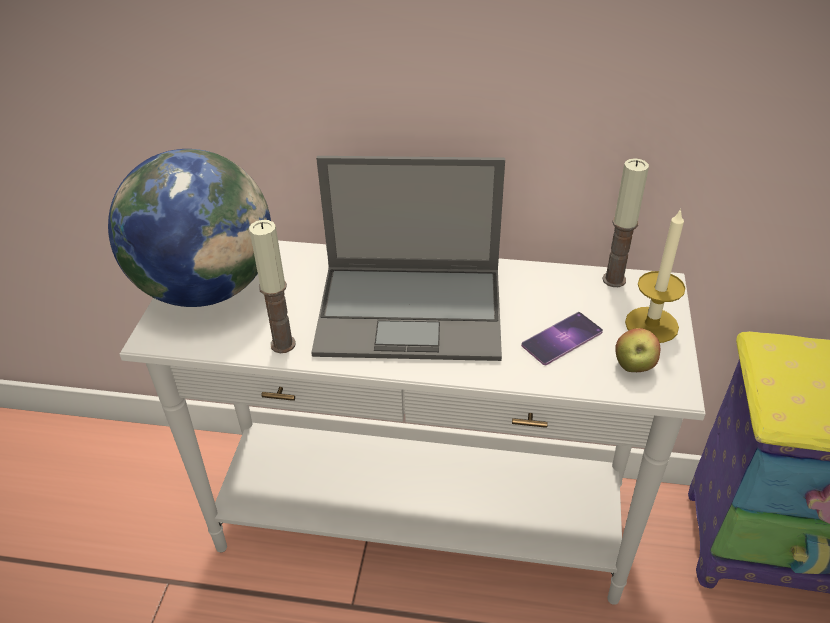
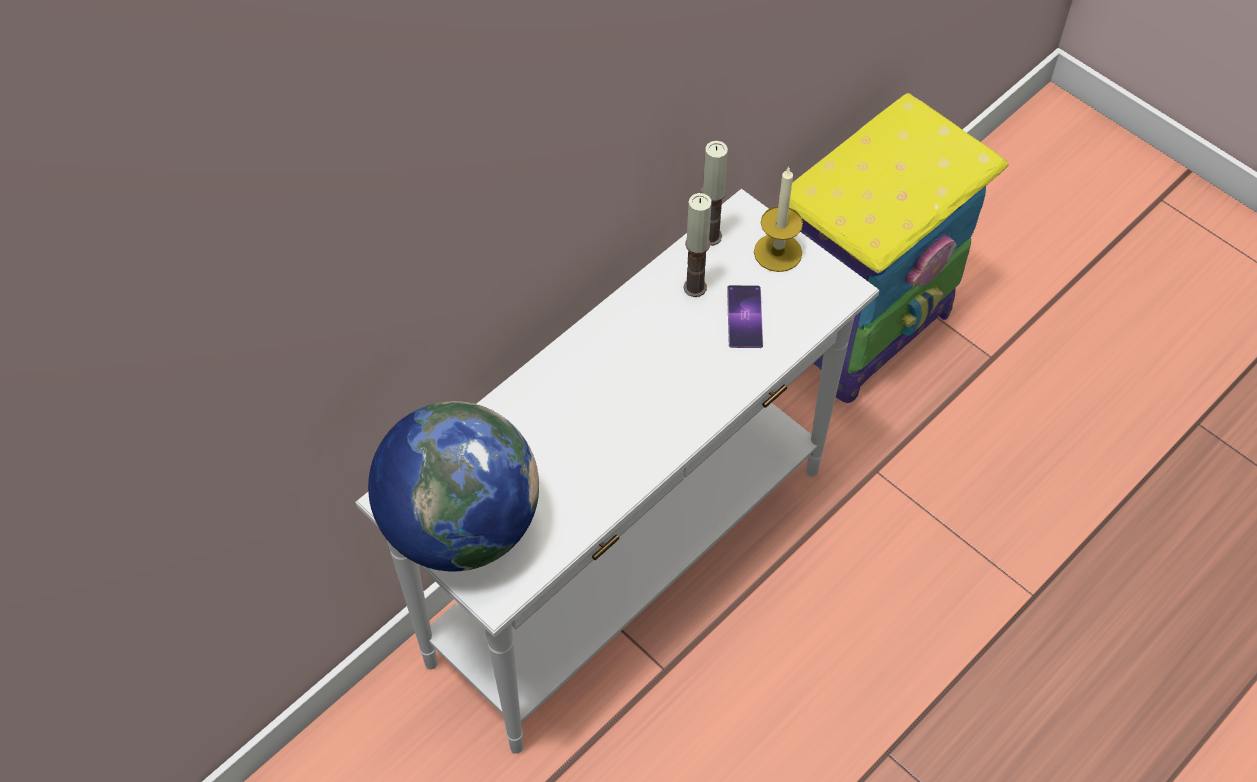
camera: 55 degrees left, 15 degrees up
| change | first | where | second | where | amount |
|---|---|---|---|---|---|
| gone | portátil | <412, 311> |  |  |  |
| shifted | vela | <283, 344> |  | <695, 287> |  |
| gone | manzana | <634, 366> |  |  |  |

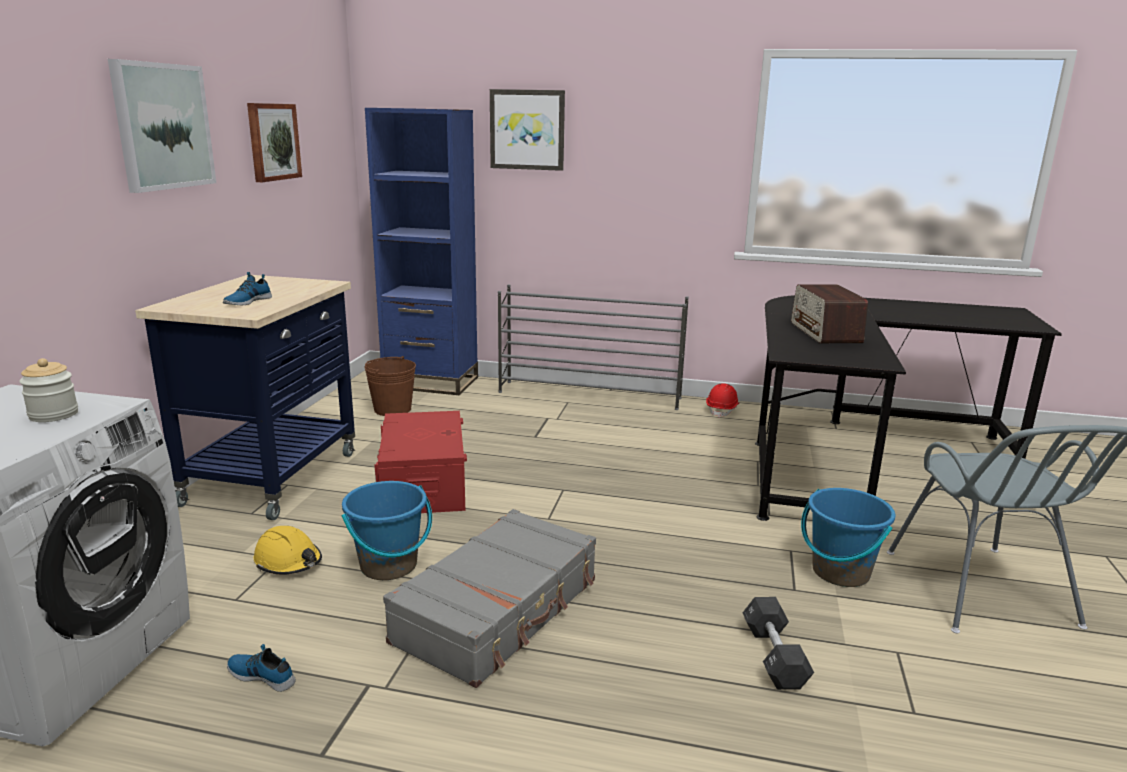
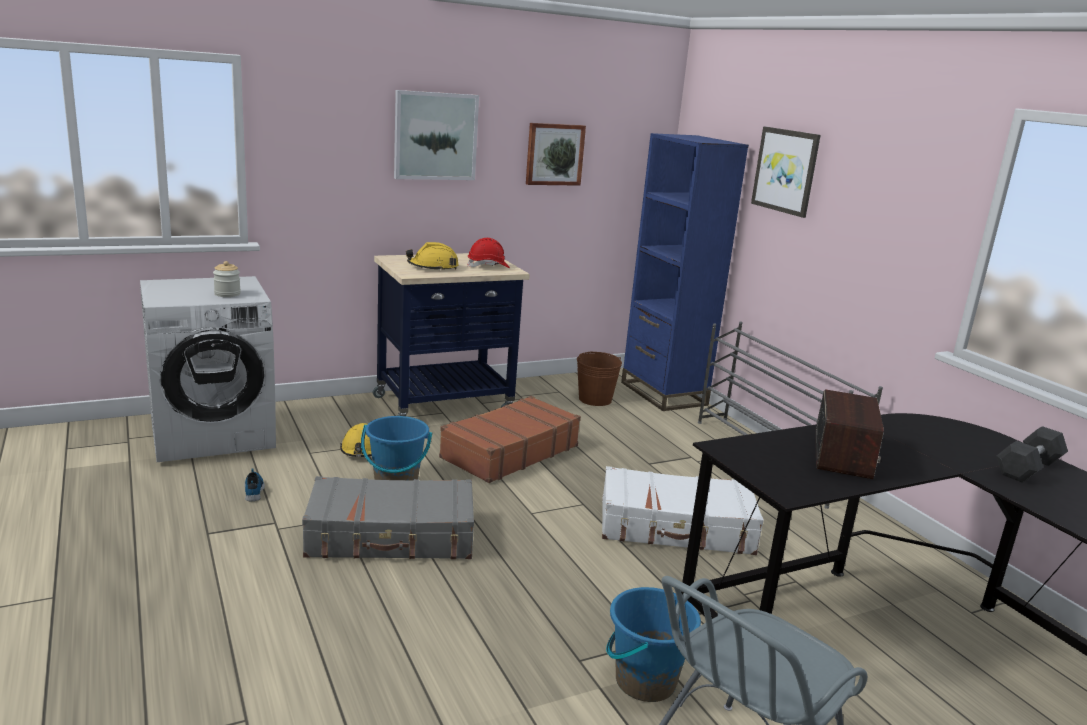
camera: 50 degrees right, 0 degrees up
| change | first | where | second | where | amount |
|---|---|---|---|---|---|
| swapped | zapato | <247, 301> | casco [amarillo] | <433, 267> |  |
| rotated | radio | <825, 333> |  | <842, 454> | 150 degrees clockwise |
| shifted | casco [rojo] | <722, 410> |  | <488, 266> |  |
| swapped | caja de almacenaje [rojo] | <424, 484> | maleta [marrón] | <509, 452> |  |
| shifted | mancuerna [negro] | <774, 656> |  | <1028, 468> |  |
| new |  |  | maleta [blanco] | <676, 527> |  |

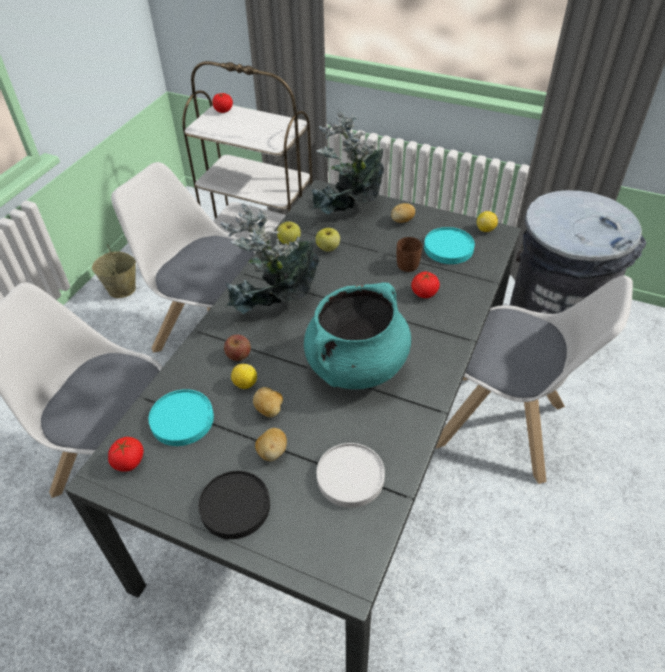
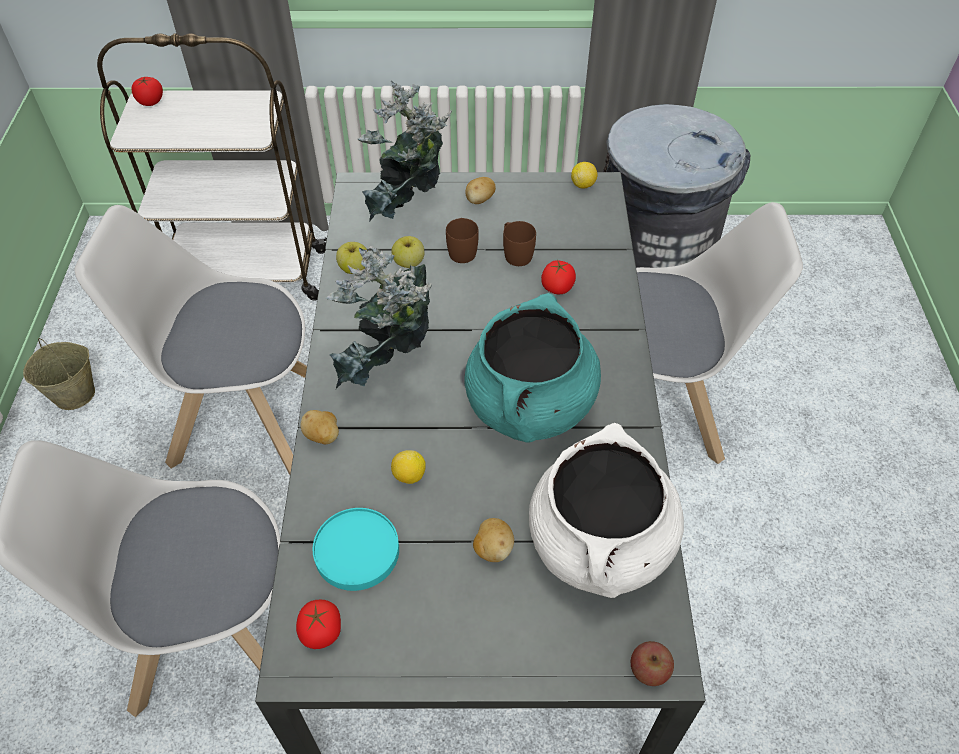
camera: 25 degrees left, 5 degrees up
| change | first | where | second | where | amount |
|---|---|---|---|---|---|
| gone | plato [turquesa] | <448, 248> |  |  |  |
| shifted | manzana | <238, 355> |  | <649, 670> |  |
| shifted | patata | <269, 410> |  | <323, 436> |  |
| swapped | plato [blanco] | <350, 477> | olla [blanco] | <599, 543> |  |
| gone | plato [negro] | <235, 506> |  |  |  |
| new |  |  | taza grande [marrón] | <462, 250> |  |

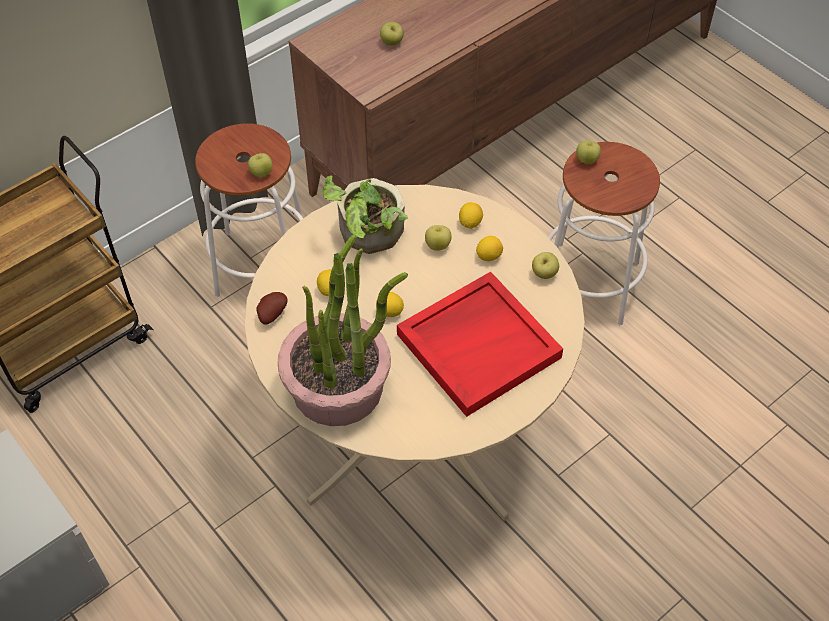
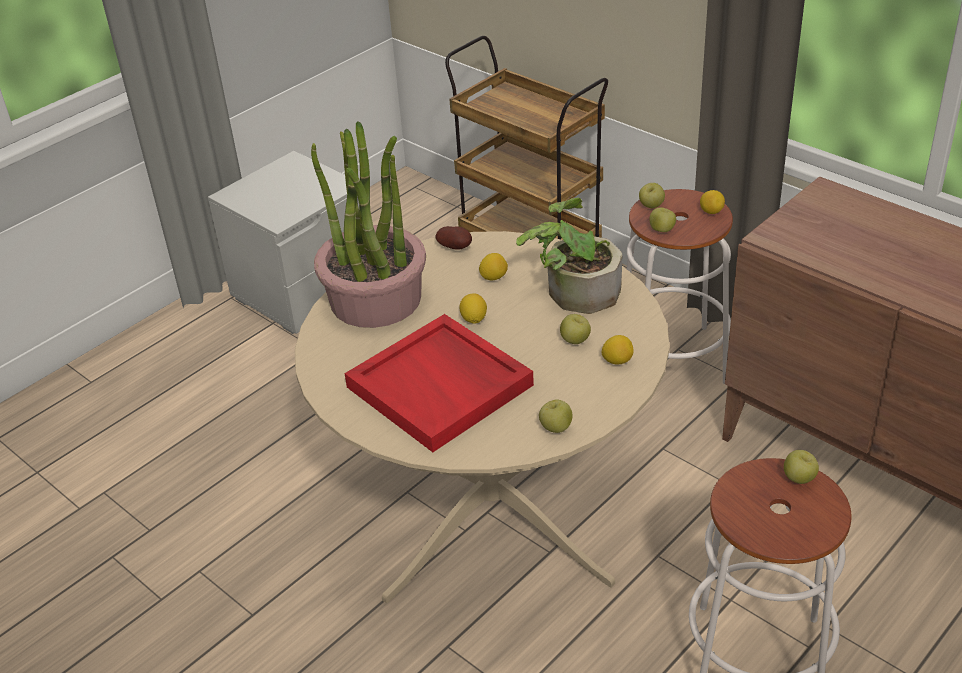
camera: 85 degrees right, 15 degrees down
| change | first | where | second | where | amount |
|---|---|---|---|---|---|
| shifted | manzana | <392, 43> |  | <651, 206> |  |
| shifted | limón | <488, 256> |  | <711, 212> |  |

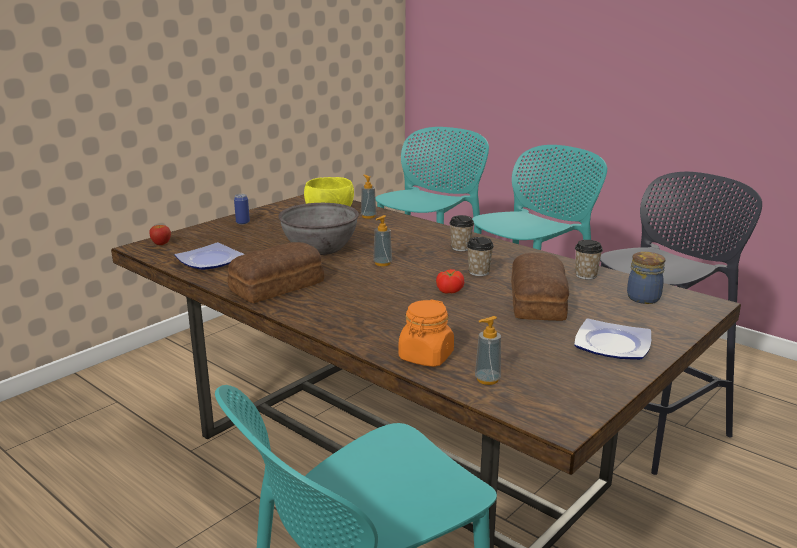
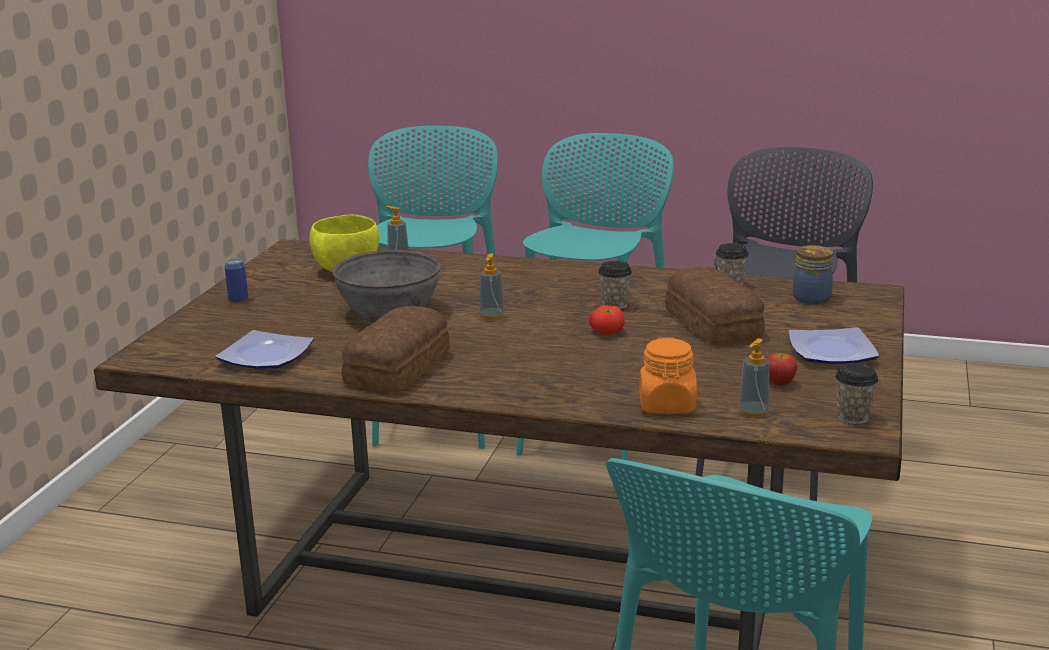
camera: 25 degrees left, 0 degrees up
| change | first | where | second | where | amount |
|---|---|---|---|---|---|
| shifted | taza | <460, 248> |  | <853, 417> |  |
| shifted | manzana | <161, 244> |  | <779, 383> |  |

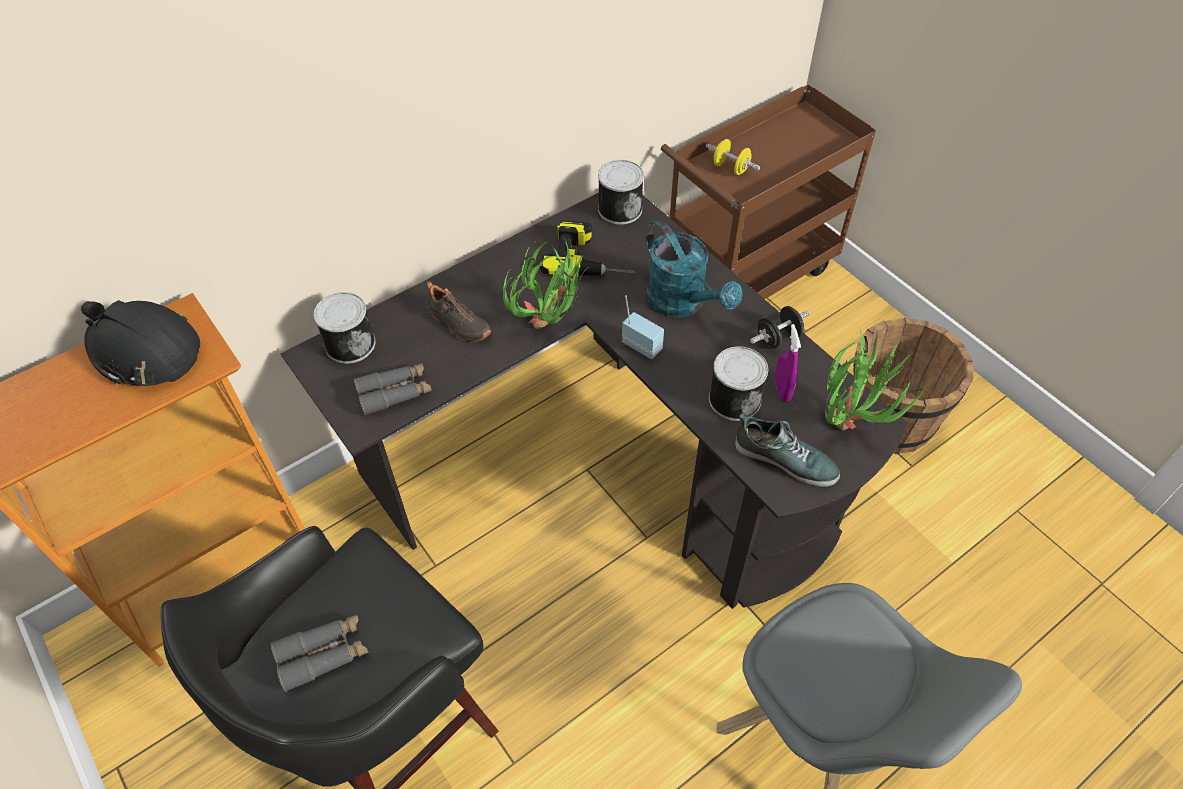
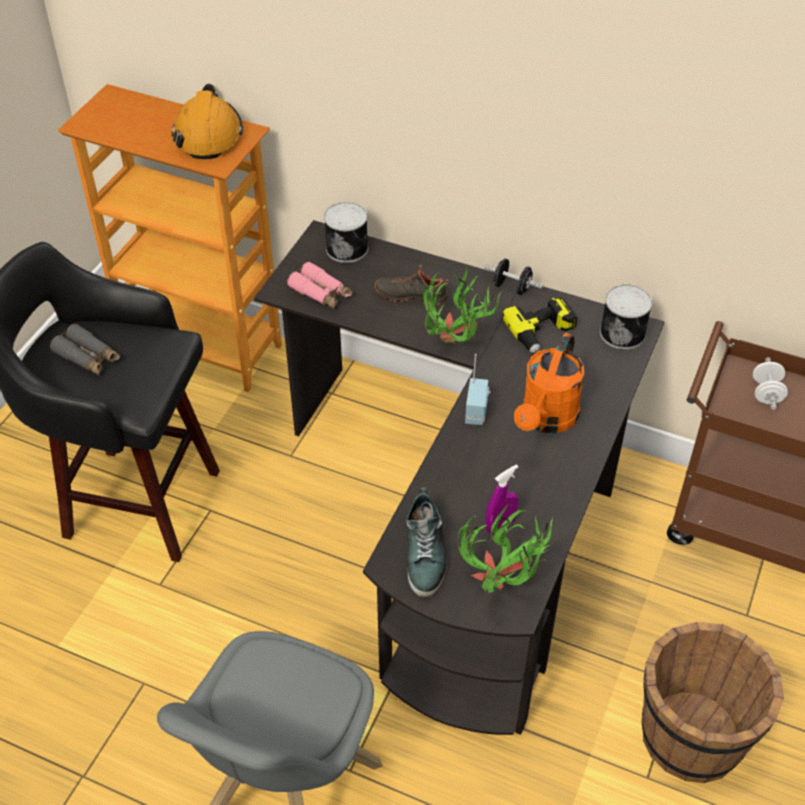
camera: 60 degrees right, 5 degrees down
| change | first | where | second | where | amount |
|---|---|---|---|---|---|
| repainted | mancuerna [amarillo] | <730, 168> | mancuerna [blanco] | <766, 393> |  |
| repainted | regadera [turquesa] | <683, 303> | regadera [naranja] | <546, 420> |  |
| rotated | zapato [negro] | <457, 324> |  | <411, 294> | 90 degrees clockwise |
| repainted | casco [negro] | <146, 351> | casco [naranja] | <208, 134> |  |
| shifted | mancuerna [negro] | <778, 338> |  | <511, 287> |  |
| gone | lata | <734, 398> |  |  |  |
| repainted | prismáticos [gris] | <395, 393> | prismáticos [rosa] | <321, 293> |  |

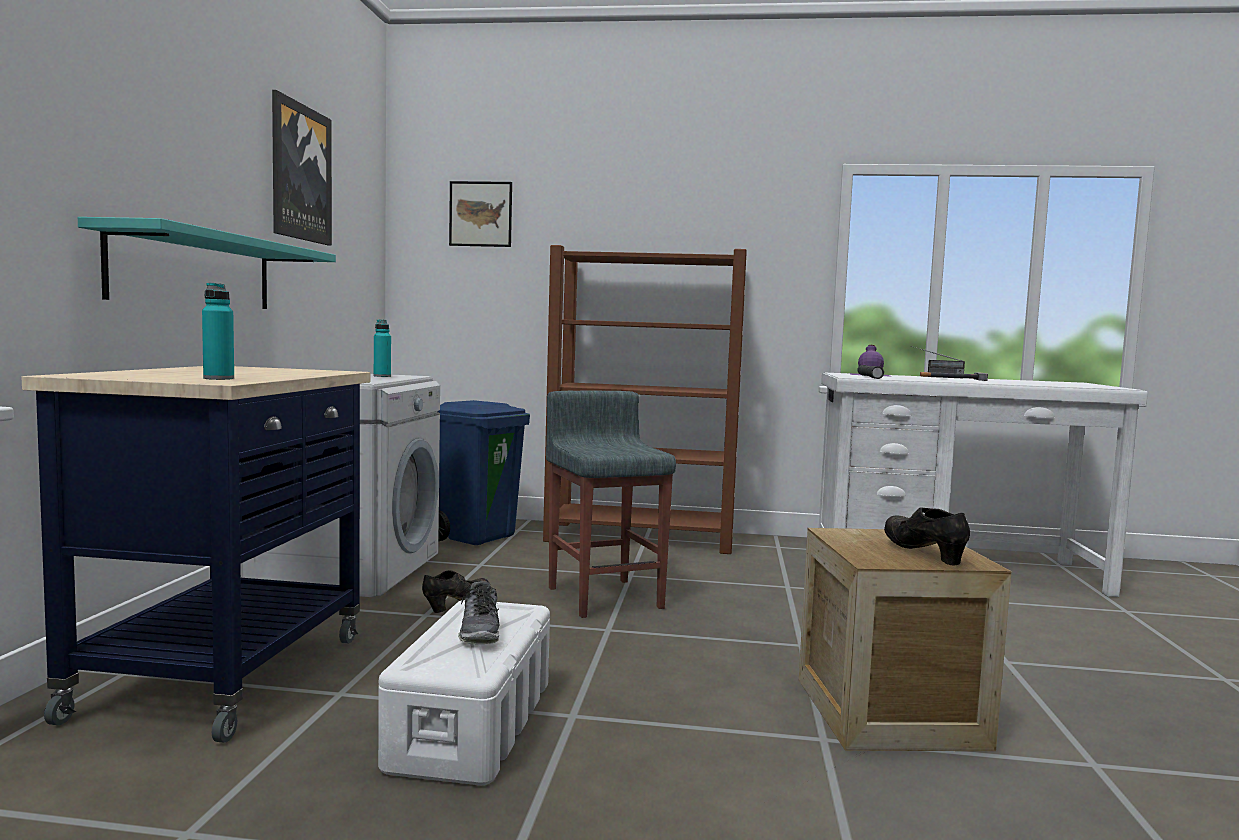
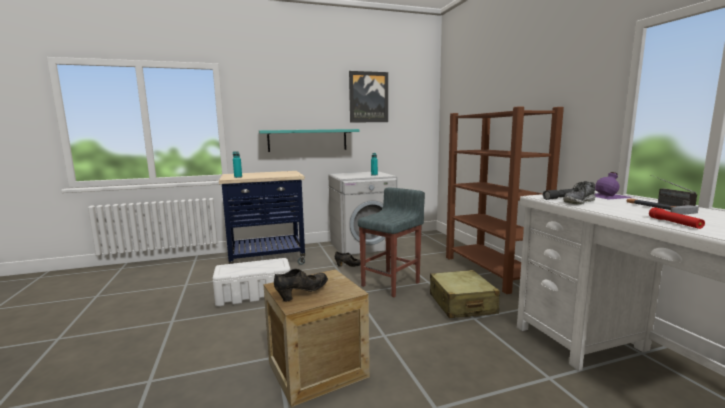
camera: 65 degrees right, 5 degrees up
| change | first | where | second | where | amount |
|---|---|---|---|---|---|
| gone | cuadro | <480, 214> |  |  |  |
| gone | papelera [azul] | <475, 537> |  |  |  |
| shifted | zapato | <480, 631> |  | <579, 202> |  |
| new |  |  | linterna [rojo] | <674, 223> |  |
| new |  |  | maleta [beis] | <461, 304> |  |

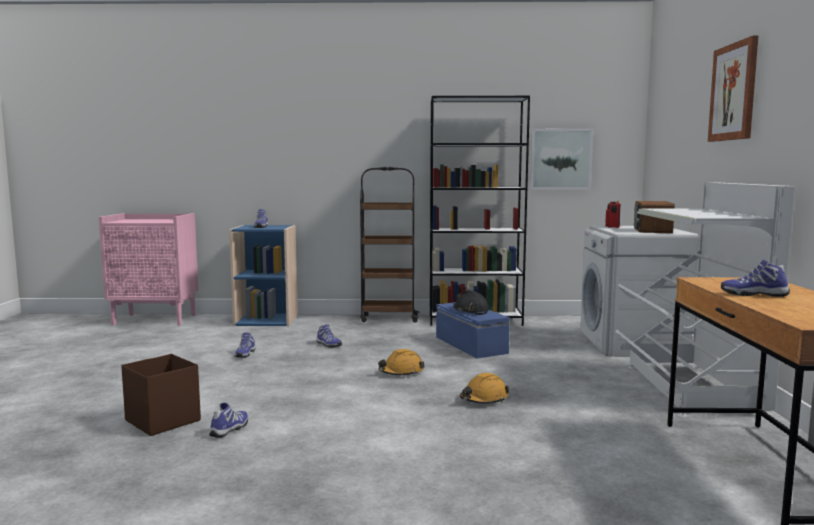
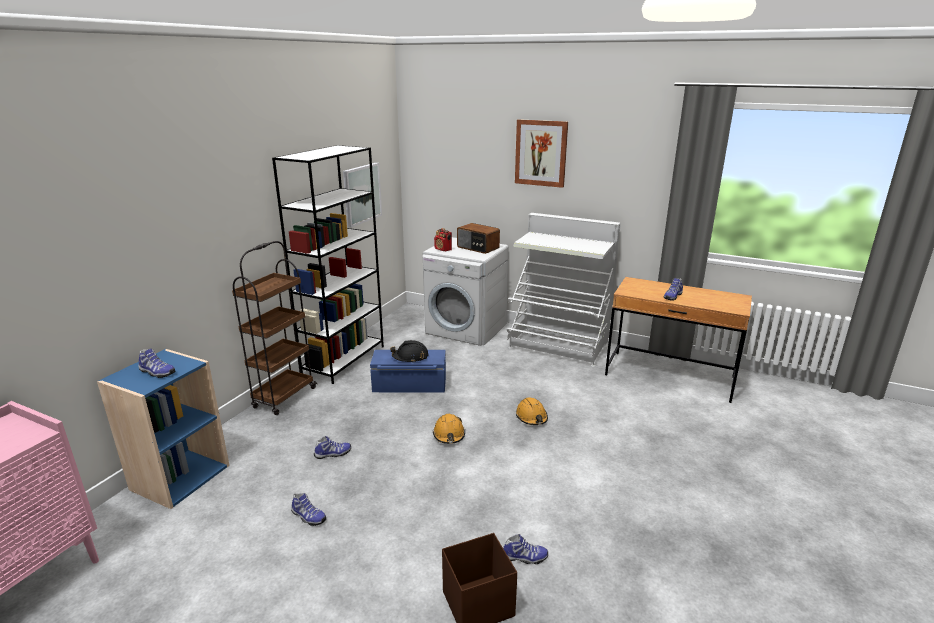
camera: 65 degrees left, 15 degrees up
| change | first | where | second | where | amount |
|---|---|---|---|---|---|
| rotated | zapato | <230, 429> |  | <524, 558> | 135 degrees clockwise |

